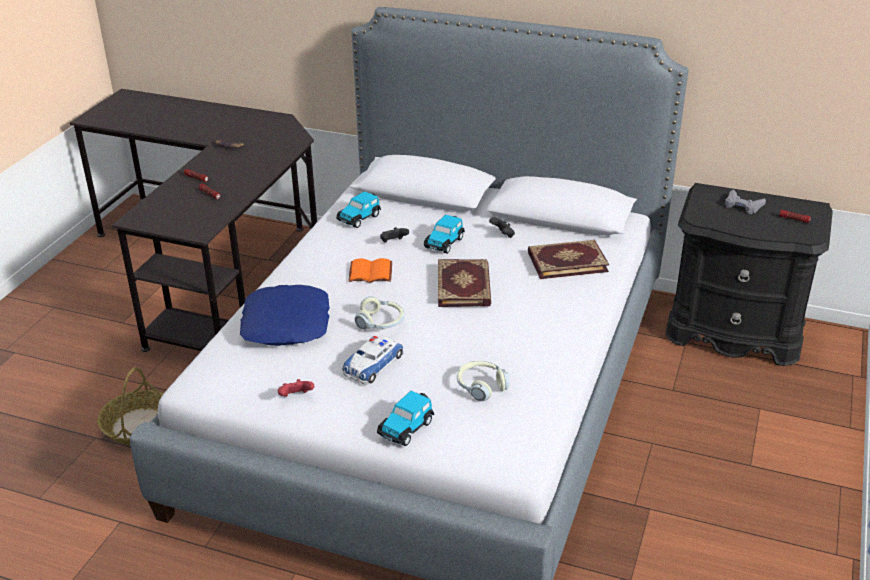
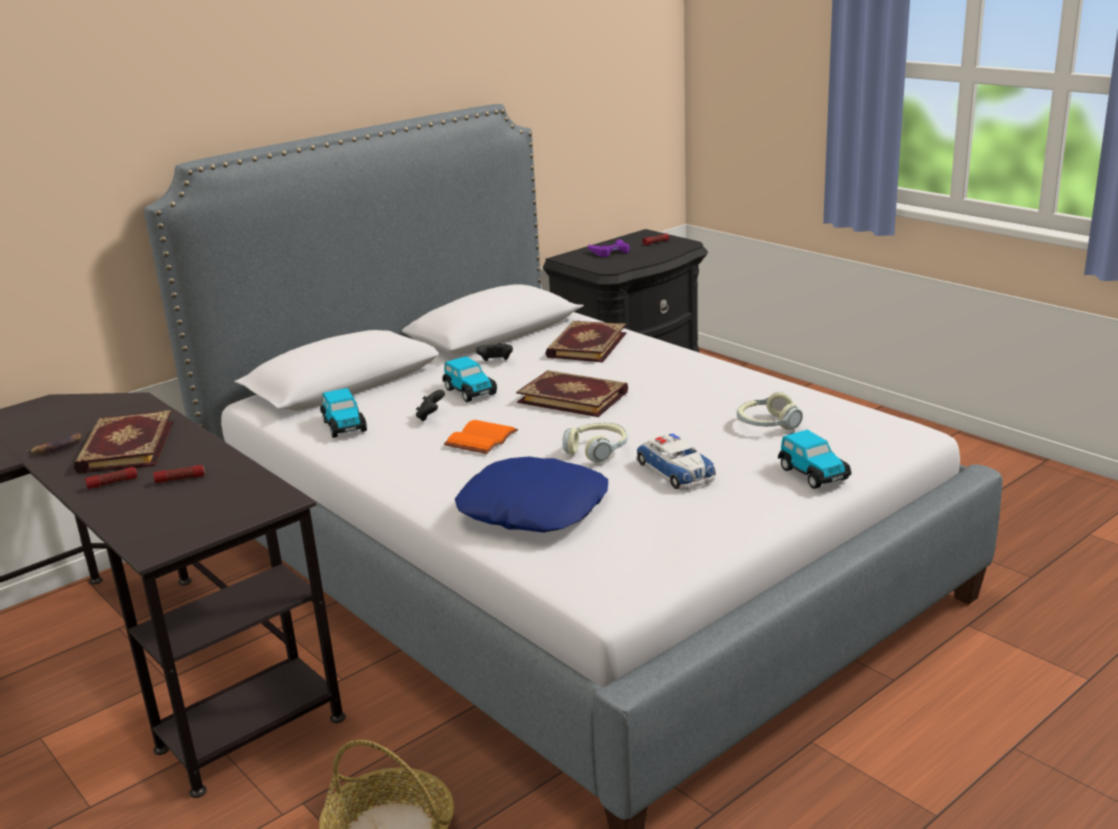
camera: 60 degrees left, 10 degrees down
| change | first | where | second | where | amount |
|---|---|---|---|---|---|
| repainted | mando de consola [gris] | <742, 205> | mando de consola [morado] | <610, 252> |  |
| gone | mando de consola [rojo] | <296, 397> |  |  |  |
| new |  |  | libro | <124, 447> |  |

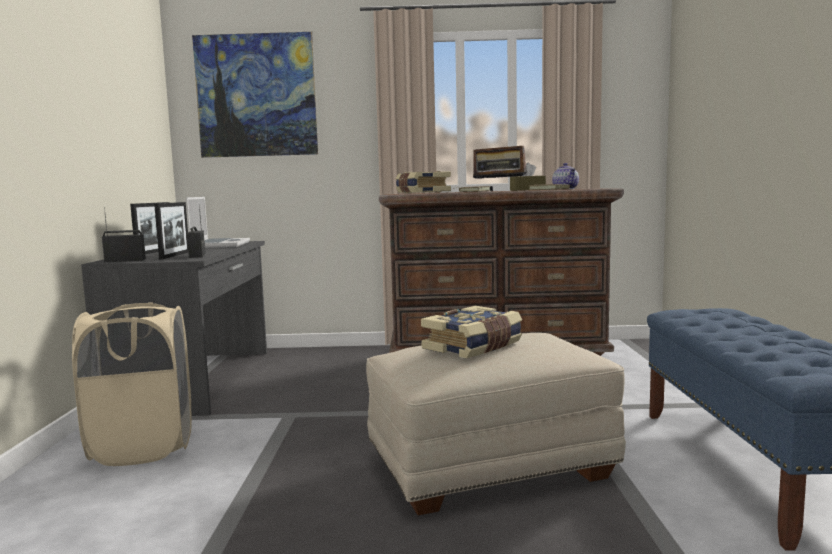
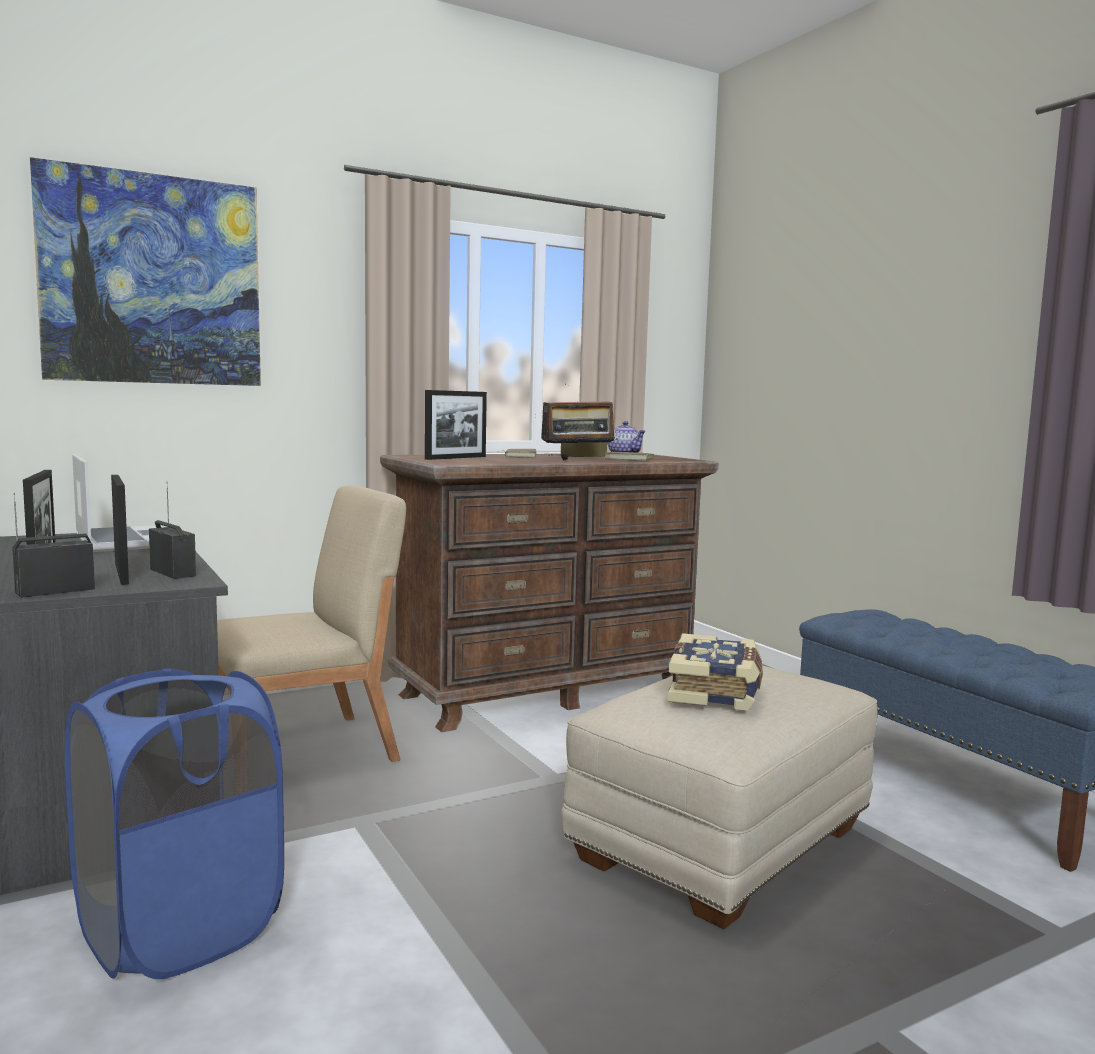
camera: 30 degrees left, 0 degrees up
| change | first | where | second | where | amount |
|---|---|---|---|---|---|
| swapped | libro | <421, 193> | portarretratos | <456, 458> |  |
| repainted | cesto de la ropa [beis] | <143, 447> | cesto de la ropa [azul] | <180, 930> |  |
| new |  |  | silla [beis] | <304, 751> |  |

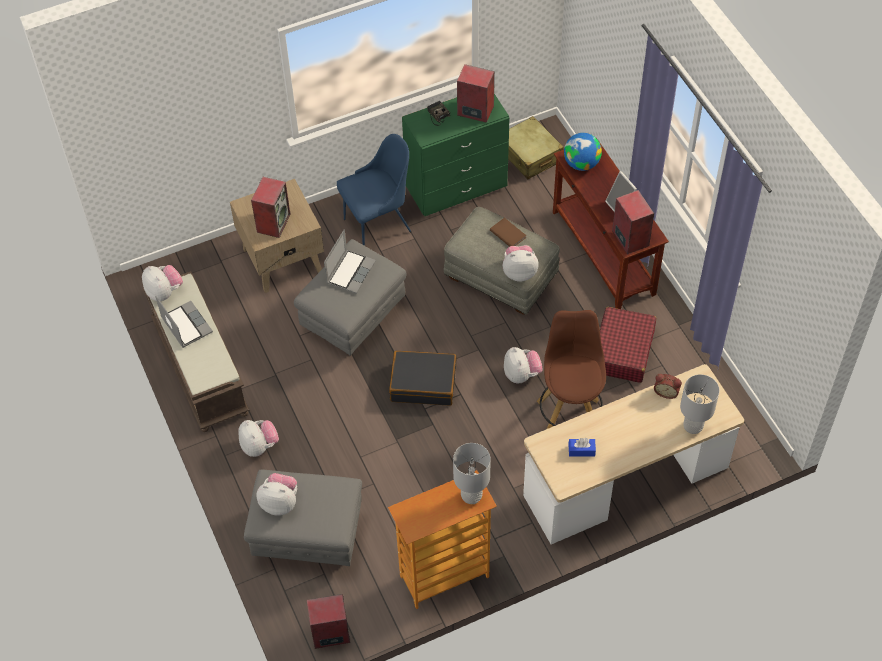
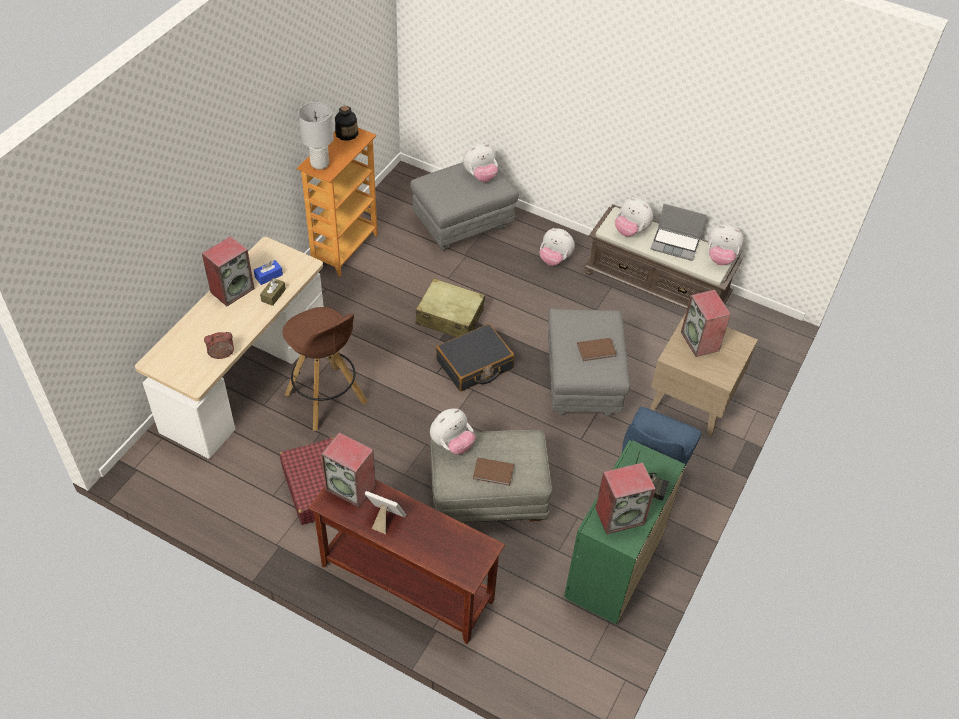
camera: 140 degrees right, 5 degrees down
| change | first | where | second | where | amount |
|---|---|---|---|---|---|
| shifted | maleta [beis] | <530, 155> |  | <449, 317> |  |
| gone | globo terráqueo | <581, 164> |  |  |  |
| swapped | portátil | <350, 272> | libro [marrón] | <597, 351> |  |
| shifted | peluche | <521, 374> |  | <631, 231> |  |
| gone | lámpara de mesa [gris] | <693, 427> |  |  |  |
| shifted | altavoz | <330, 633> |  | <232, 290> |  |
| new |  |  | botella | <347, 133> |  |
| new |  |  | caja de pañuelos [marrón] | <273, 295> |  |

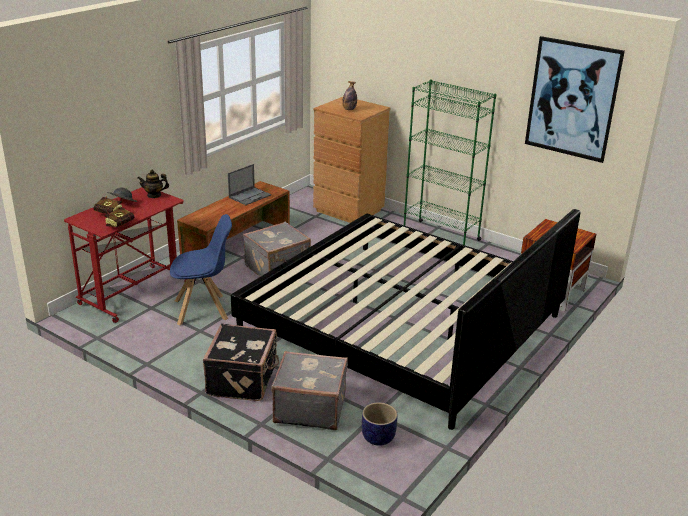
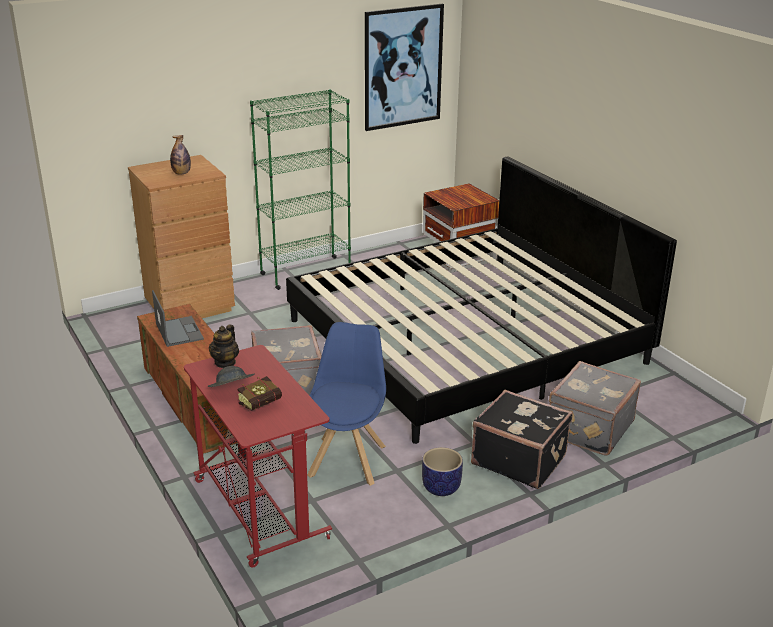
camera: 65 degrees left, 0 degrees up
| change | first | where | second | where | amount |
|---|---|---|---|---|---|
| gone | libro | <122, 224> |  |  |  |
| shifted | maceta | <378, 438> |  | <441, 488> |  |

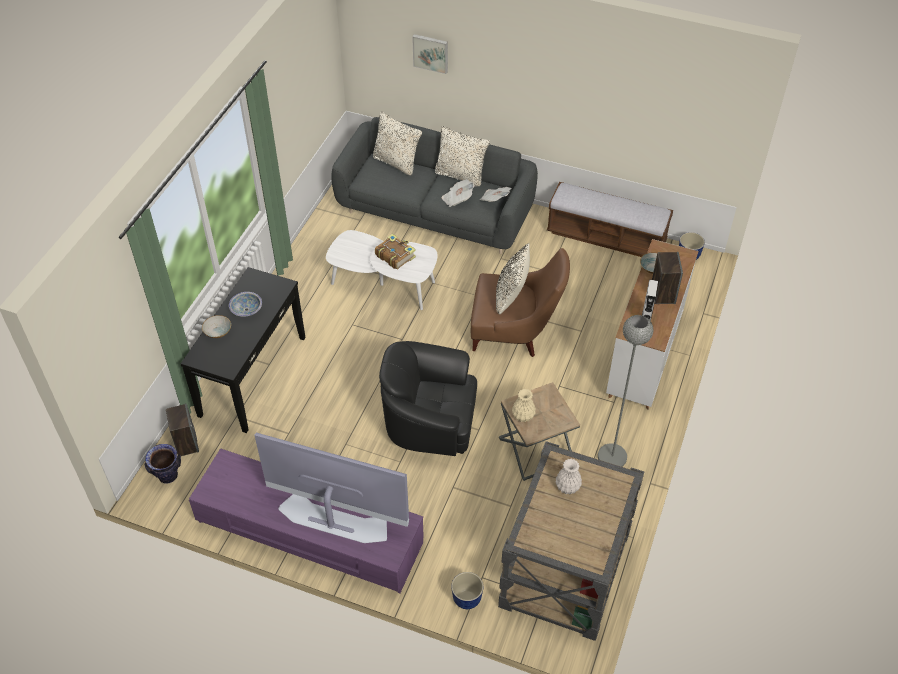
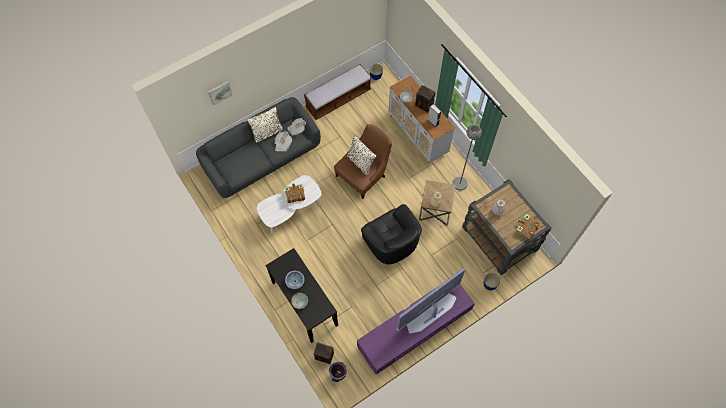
camera: 55 degrees left, 15 degrees up
| change | first | where | second | where | amount |
|---|---|---|---|---|---|
| gone | cojín [beis] | <397, 164> |  |  |  |
| rotated | sillón [negro] | <430, 423> |  | <391, 242> | 75 degrees counterclockwise |
| new |  |  | libro | <526, 228> |  |

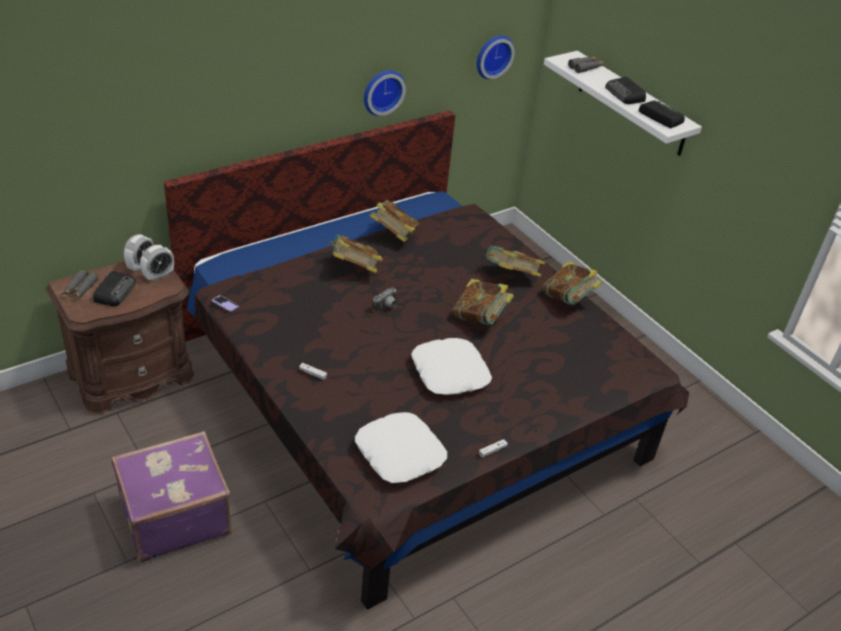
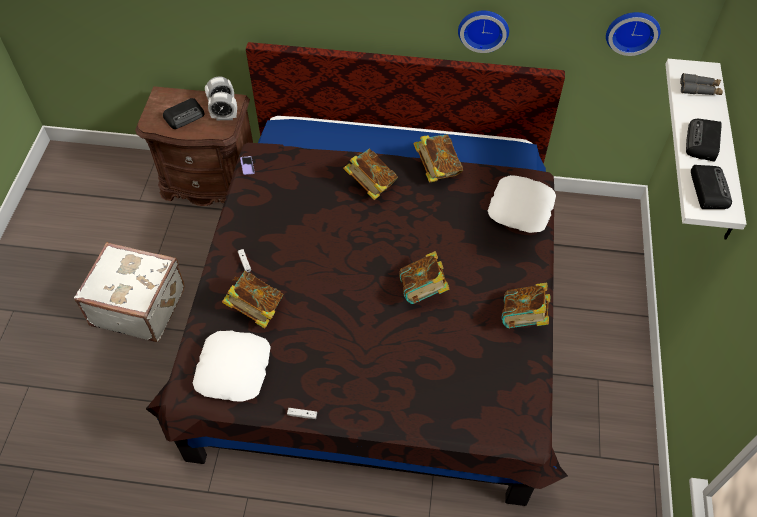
camera: 45 degrees right, 15 degrees up
| change | first | where | second | where | amount |
|---|---|---|---|---|---|
| shifted | libro | <511, 276> |  | <256, 309> |  |
| gone | prismáticos [gris] | <80, 289> |  |  |  |
| gone | cámara | <386, 307> |  |  |  |
| shifted | cojín [blanco] | <450, 373> |  | <521, 209> |  |
| repainted | maleta [morado] | <174, 516> | maleta [blanco] | <139, 305> |  |

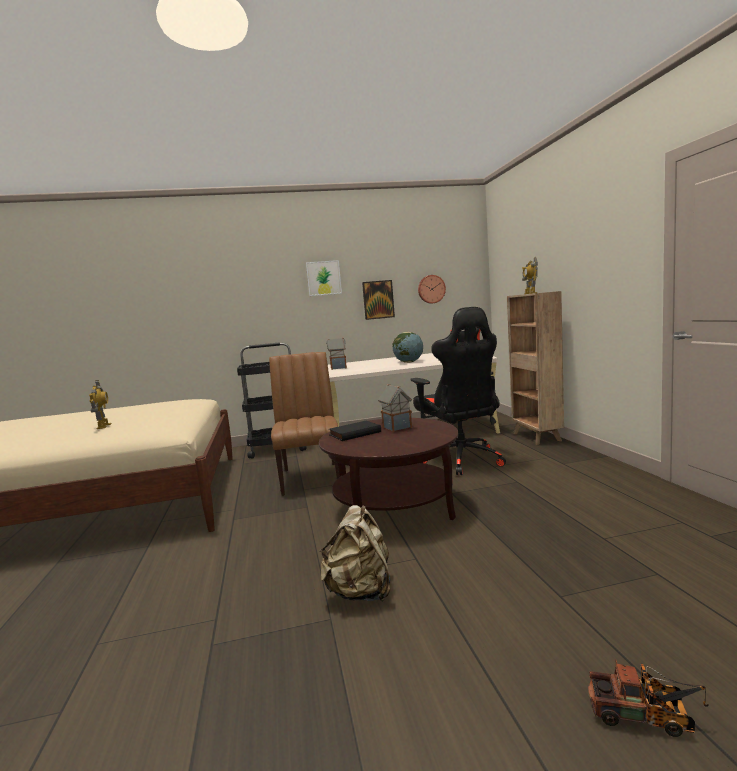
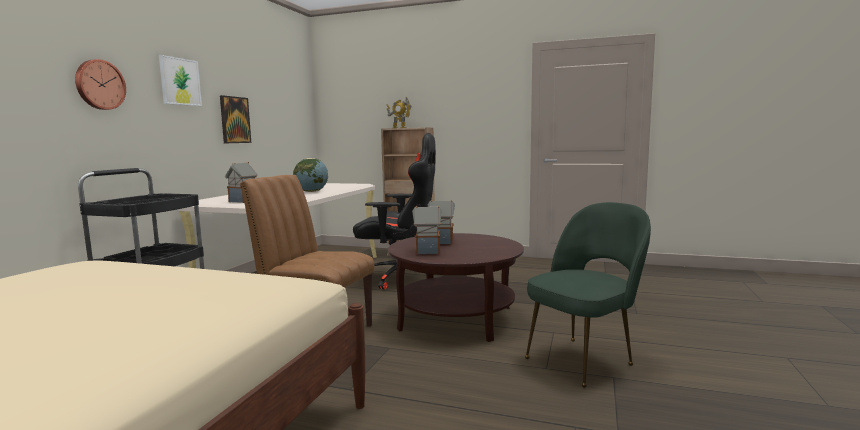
camera: 60 degrees left, 0 degrees up
| change | first | where | second | where | amount |
|---|---|---|---|---|---|
| shifted | reloj de pared | <431, 289> |  | <99, 85> |  |
| gone | robot de juguete | <103, 426> |  |  |  |
| swapped | libro [negro] | <355, 433> | casita | <427, 251> |  |
| swapped | mochila [beis] | <360, 592> | silla [verde] | <584, 359> |  |
| gone | camión de juguete | <646, 716> |  |  |  |

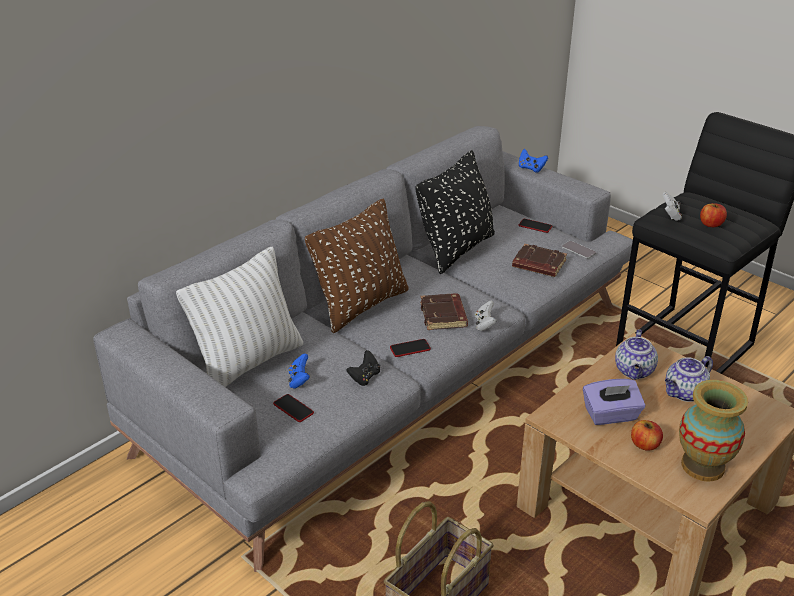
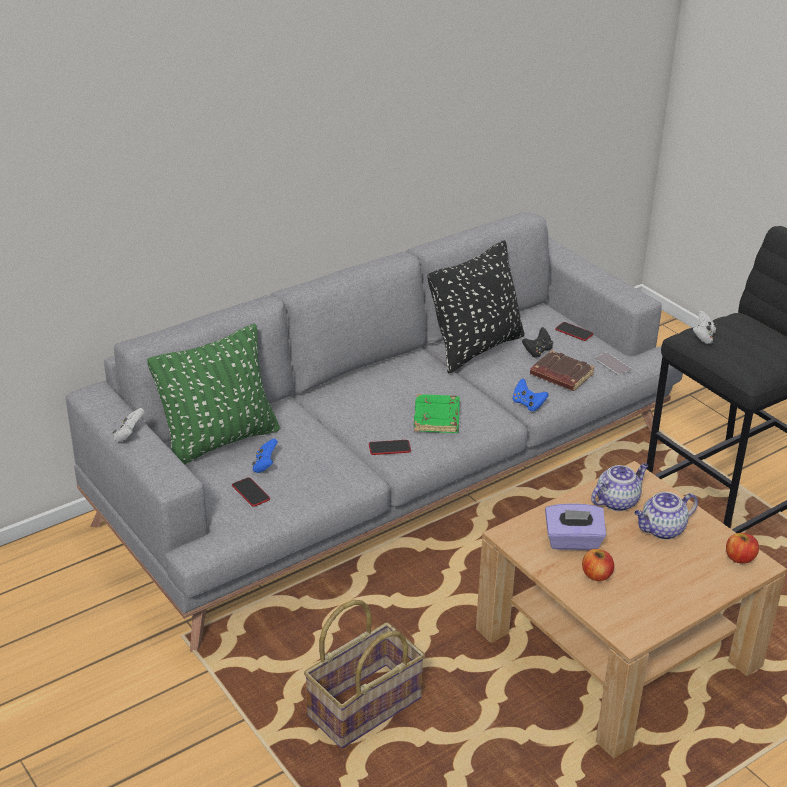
camera: 10 degrees right, 0 degrees up
| change | first | where | second | where | amount |
|---|---|---|---|---|---|
| shifted | mando de consola [azul] | <531, 168> |  | <528, 404> |  |
| gone | cojín [marrón] | <361, 305> |  |  |  |
| shifted | manzana | <711, 224> |  | <739, 558> |  |
| repainted | cojín [blanco] | <249, 362> | cojín [verde] | <219, 441> |  |
| repainted | libro [marrón] | <444, 316> | libro [verde] | <437, 418> |  |
| shifted | mando de consola [blanco] | <484, 324> |  | <129, 435> |  |
| rotated | tetera | <634, 371> |  | <617, 501> | 150 degrees counterclockwise |
| shifted | mando de consola [negro] | <364, 377> |  | <537, 351> |  |
| gone | florero | <702, 466> |  |  |  |

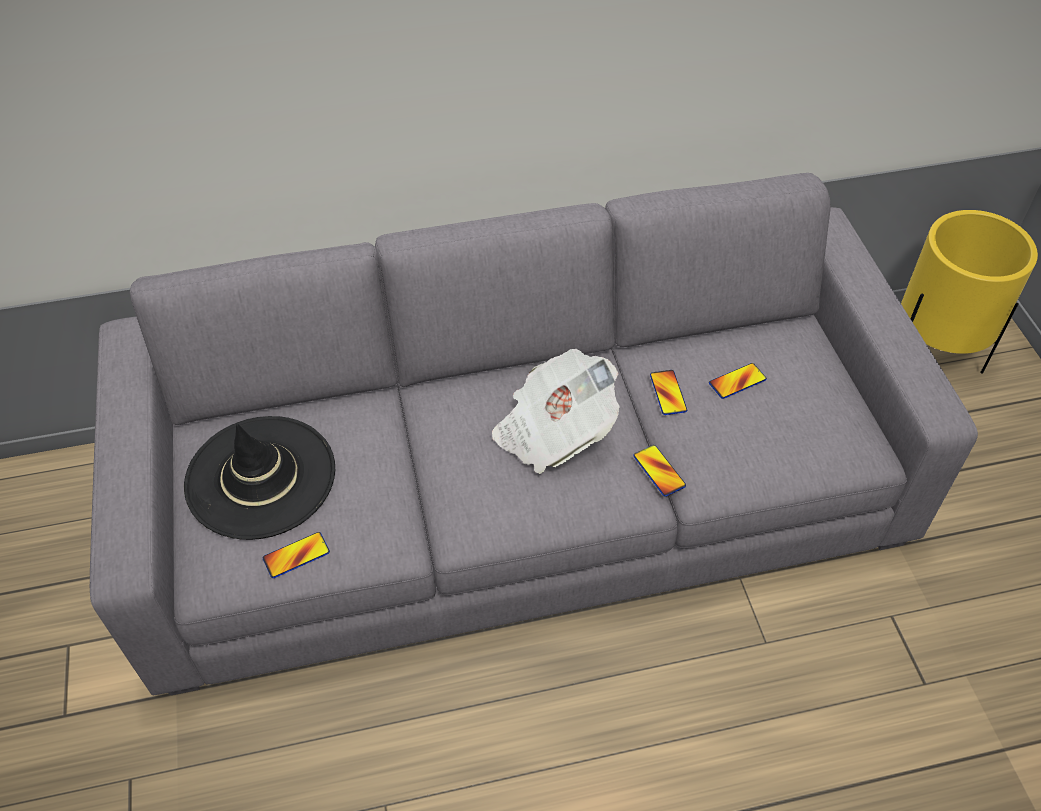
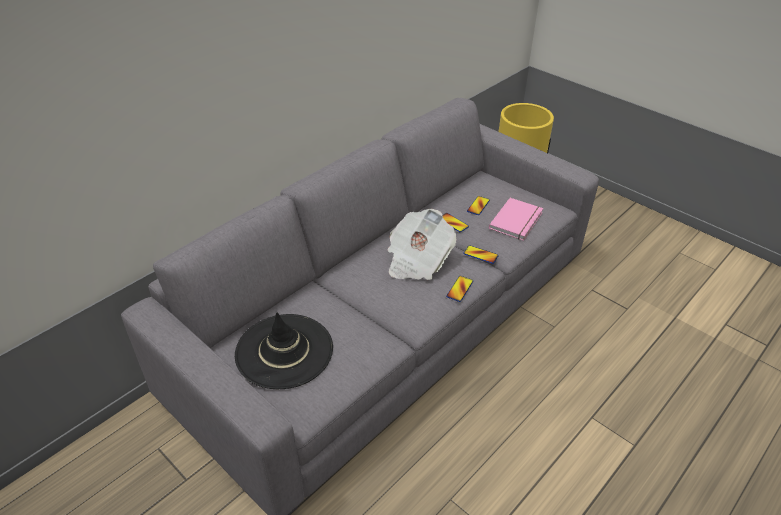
camera: 35 degrees left, 10 degrees down
| change | first | where | second | where | amount |
|---|---|---|---|---|---|
| shifted | móvil | <296, 556> |  | <459, 289> |  |
| new |  |  | libro [rosa] | <517, 221> |  |

